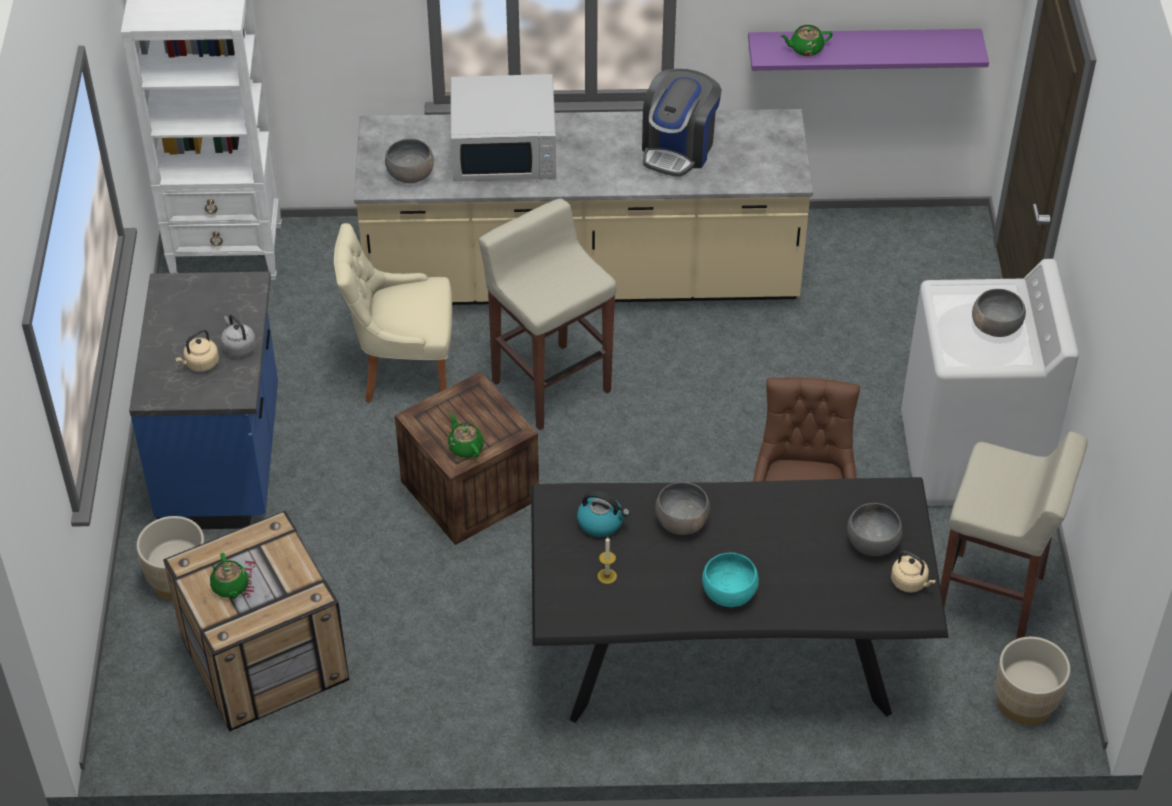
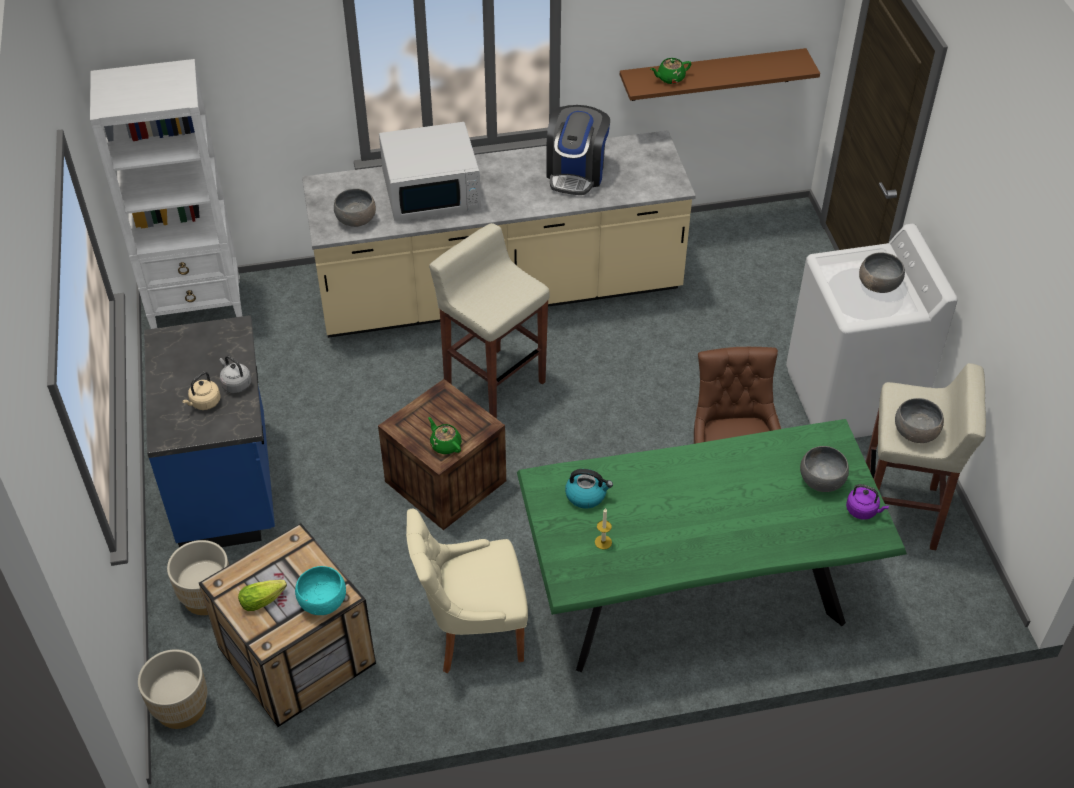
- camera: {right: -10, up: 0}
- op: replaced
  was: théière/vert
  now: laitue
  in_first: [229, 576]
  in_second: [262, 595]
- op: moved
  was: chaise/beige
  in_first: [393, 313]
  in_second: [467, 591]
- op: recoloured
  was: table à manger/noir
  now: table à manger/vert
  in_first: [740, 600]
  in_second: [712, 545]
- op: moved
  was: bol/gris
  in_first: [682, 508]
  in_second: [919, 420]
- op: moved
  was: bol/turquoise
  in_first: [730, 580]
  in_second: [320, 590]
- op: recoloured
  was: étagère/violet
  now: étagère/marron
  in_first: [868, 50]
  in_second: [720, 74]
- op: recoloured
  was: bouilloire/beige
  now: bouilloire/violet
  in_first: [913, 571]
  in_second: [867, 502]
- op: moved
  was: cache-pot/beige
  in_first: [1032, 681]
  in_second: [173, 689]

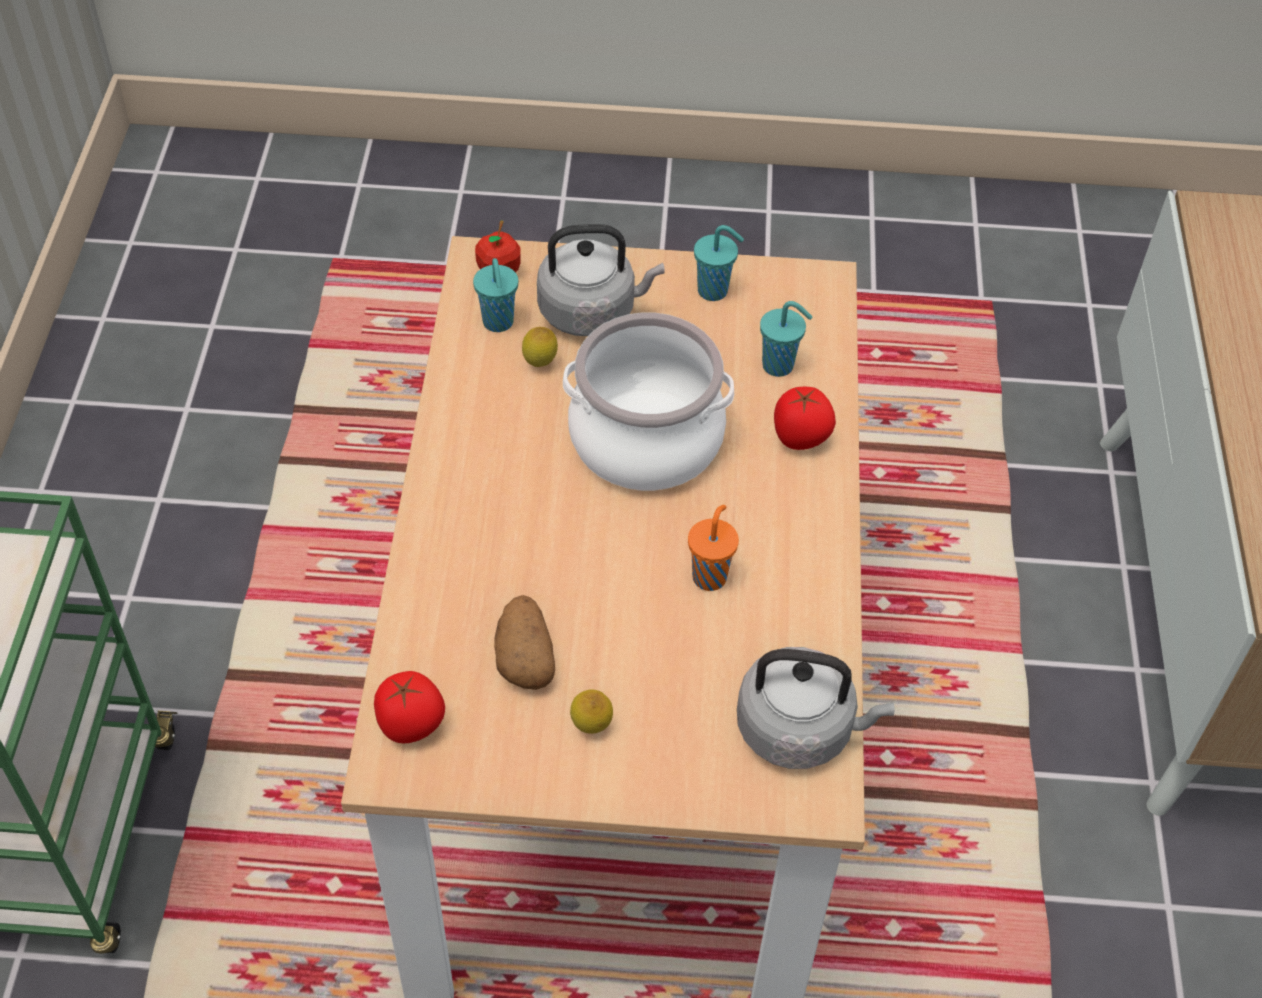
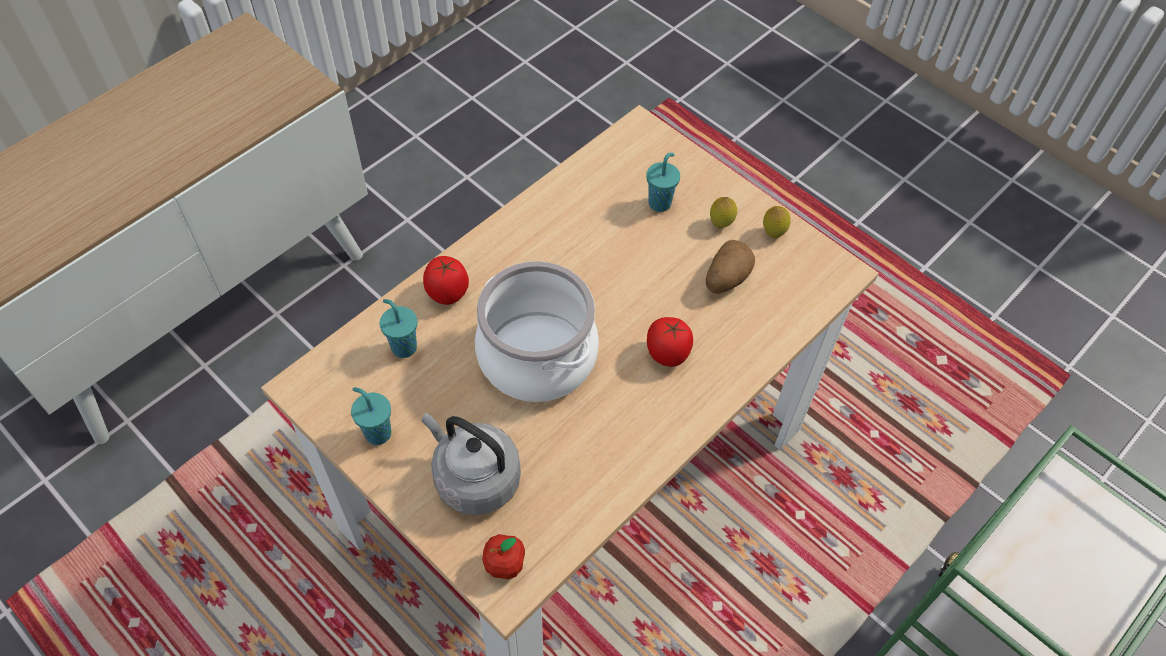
- camera: {right: -140, up: 5}
- op: moved
  was: tomate
  in_first: [409, 707]
  in_second: [670, 342]
- op: moved
  was: tasse/turquoise
  in_first: [495, 295]
  in_second: [663, 182]
- op: moved
  was: citron
  in_first: [540, 347]
  in_second: [777, 222]
- op: removed
  was: tasse/orange
  in_first: [713, 548]
- op: removed
  was: bouilloire/gris
  in_first: [816, 708]

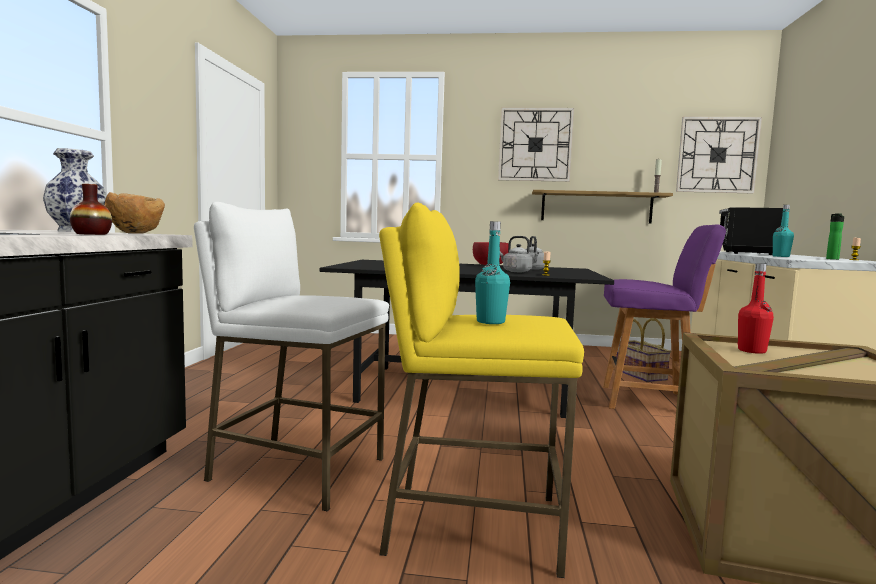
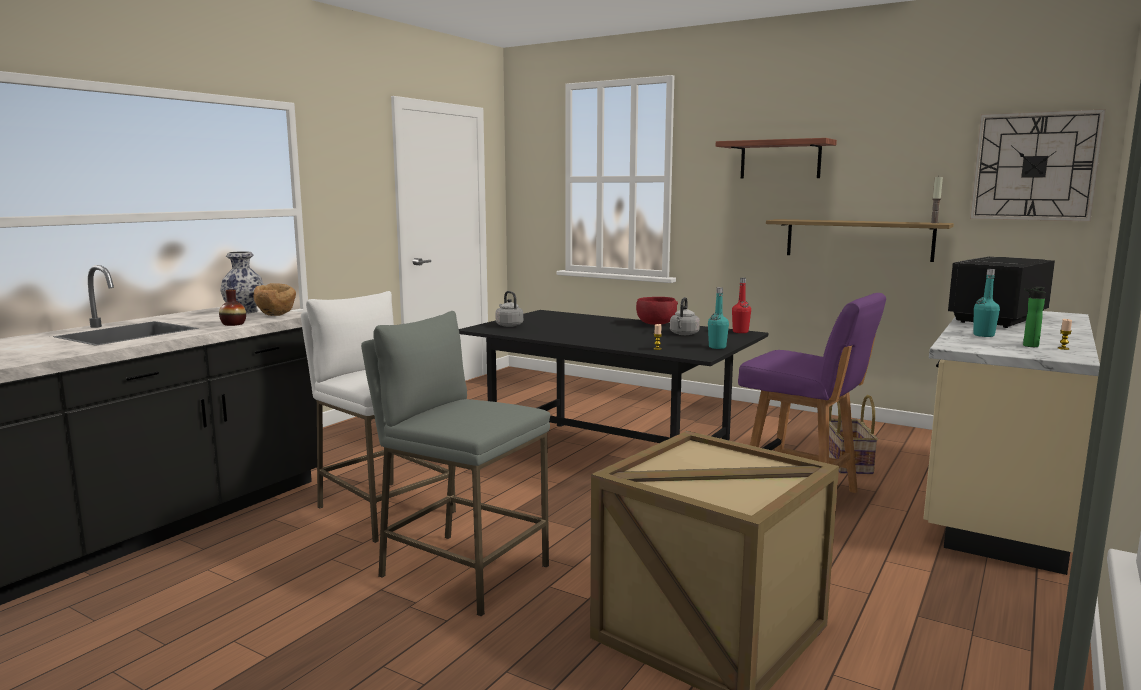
- camera: {right: 25, up: 5}
- op: recoloured
  was: tabouret/jaune
  now: tabouret/gris
  in_first: [481, 390]
  in_second: [455, 463]
- op: moved
  was: bouteille/turquoise
  in_first: [492, 272]
  in_second: [718, 318]
- op: replaced
  was: horloge murale
  now: étagère
  in_first: [536, 145]
  in_second: [776, 158]
- op: moved
  was: bouilloire/gris
  in_first: [516, 254]
  in_second: [509, 309]
- op: moved
  was: bouteille/rouge
  in_first: [756, 308]
  in_second: [741, 305]

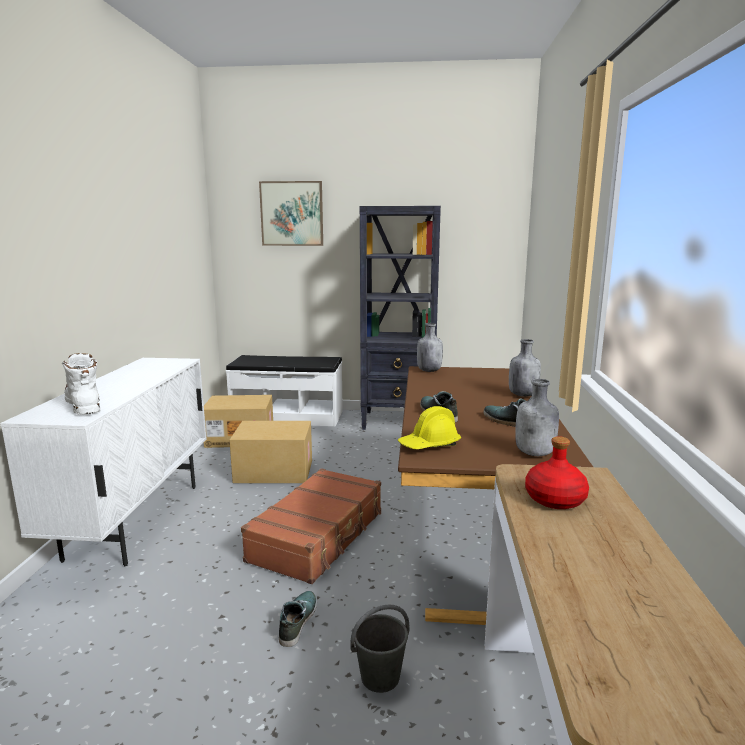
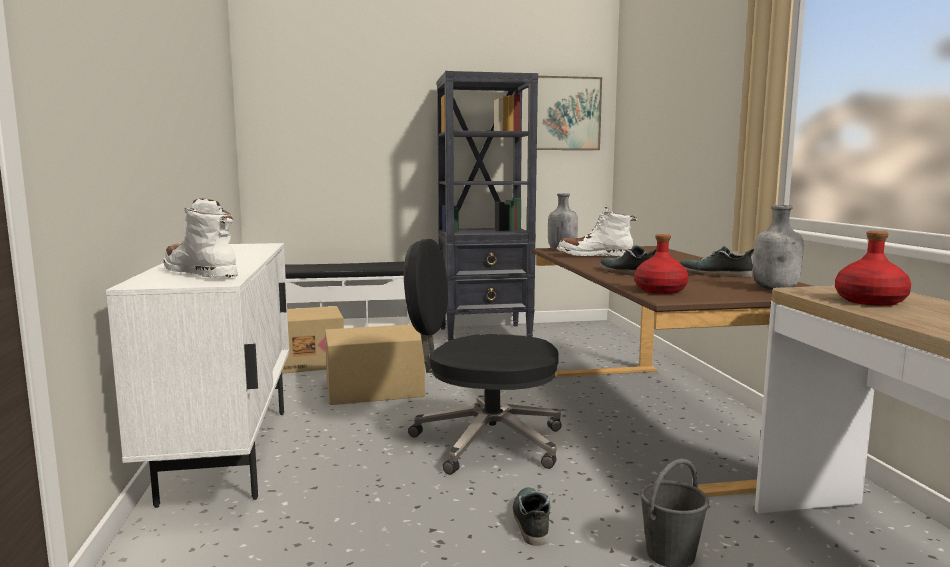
- camera: {right: -15, up: -5}
- op: replaced
  was: valise/marron
  now: chaise de bureau/noir
  in_first: [311, 526]
  in_second: [483, 357]
- op: moved
  was: tableau
  in_first: [291, 213]
  in_second: [569, 113]
- op: replaced
  was: casque de chantier/jaune
  now: bouteille/rouge
  in_first: [429, 427]
  in_second: [661, 264]
- op: removed
  was: bouteille/gris
  in_first: [525, 368]
- op: added
  now: botte/blanc
  in_second: [597, 231]

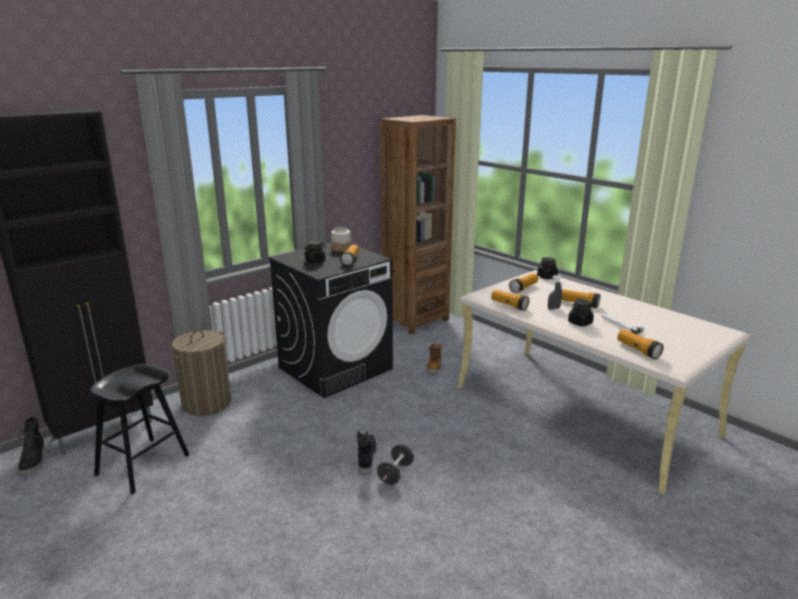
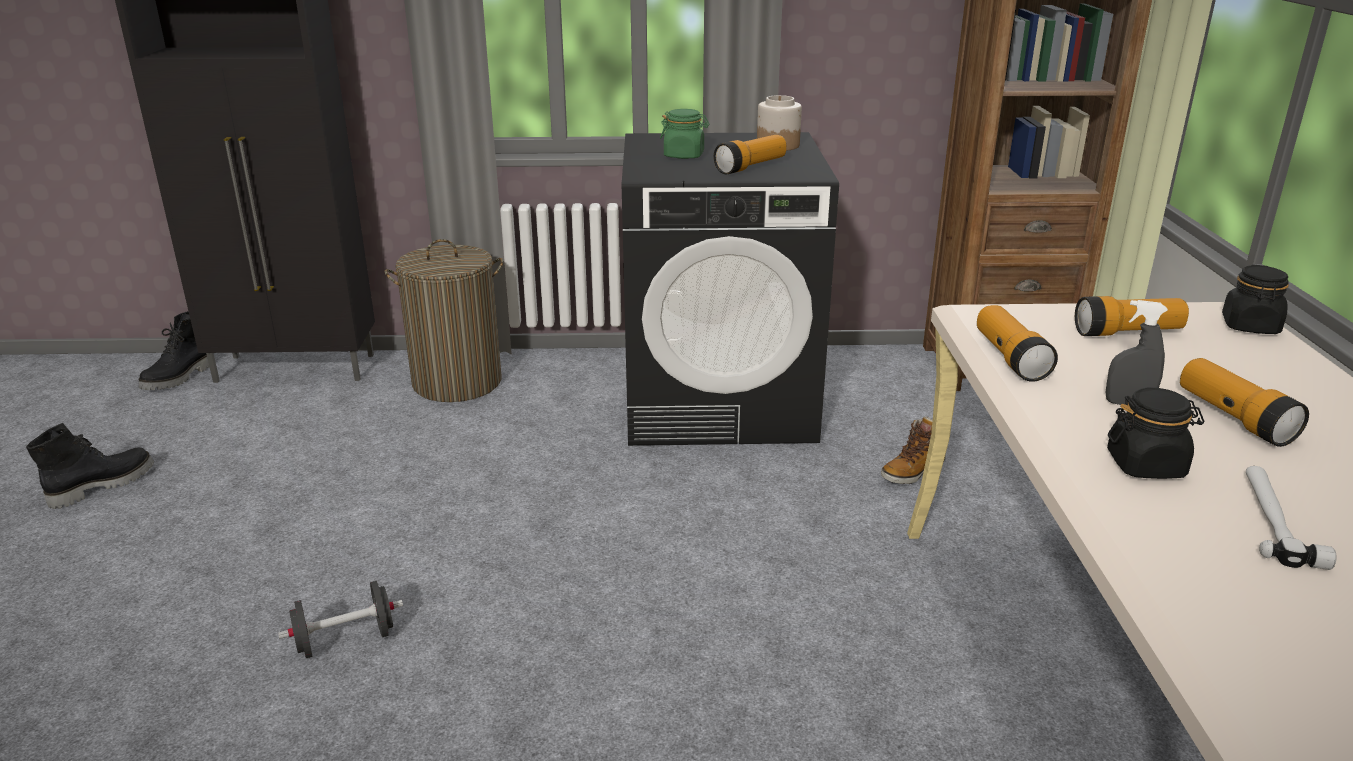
- camera: {right: 40, up: 5}
- op: removed
  was: tabouret/noir
  in_first: [139, 429]
- op: recoloured
  was: bocal/noir
  now: bocal/vert
  in_first: [315, 252]
  in_second: [684, 134]
- op: moved
  was: botte/noir
  in_first: [366, 453]
  in_second: [90, 466]
- op: moved
  was: haltère/noir
  in_first: [395, 464]
  in_second: [340, 619]
- op: removed
  was: lampe de poche
  in_first: [640, 344]

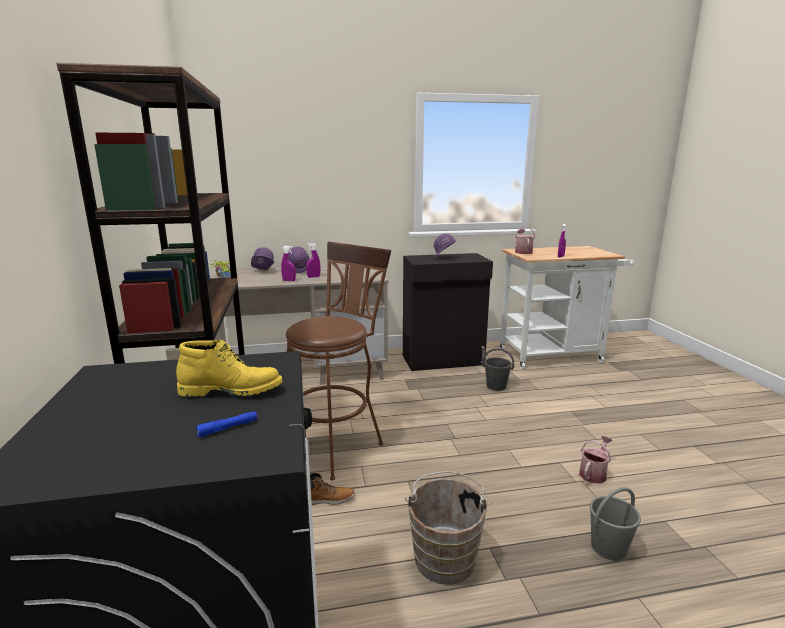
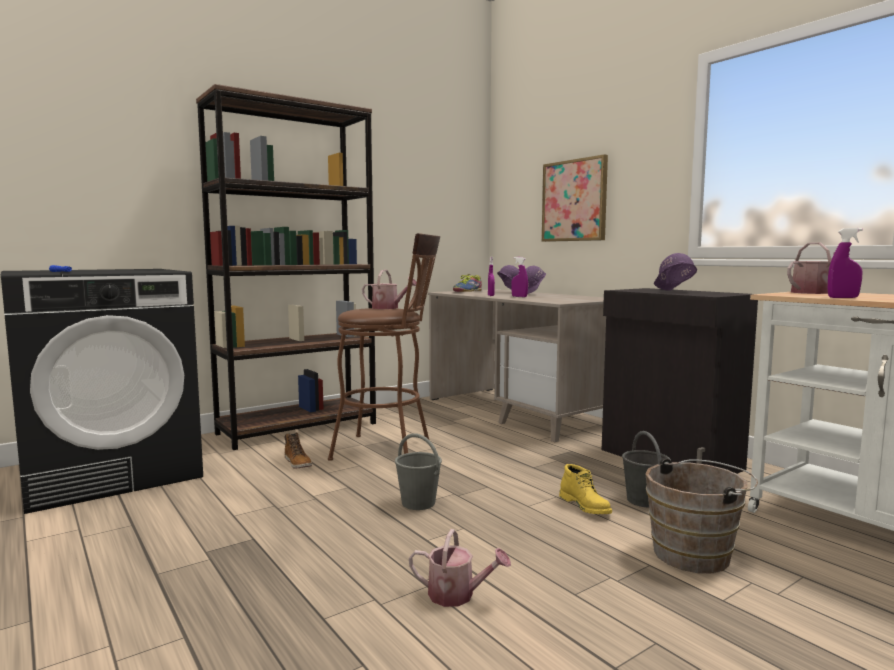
- camera: {right: 65, up: -10}
- op: moved
  was: botte/jaune
  in_first: [229, 368]
  in_second: [585, 489]
- op: moved
  was: seau/marron
  in_first: [448, 528]
  in_second: [701, 515]
- op: moved
  was: seau/gris
  in_first: [615, 524]
  in_second: [418, 471]
- op: added
  now: arrosoir
  in_second: [389, 289]
- op: added
  now: tableau
  in_second: [574, 198]

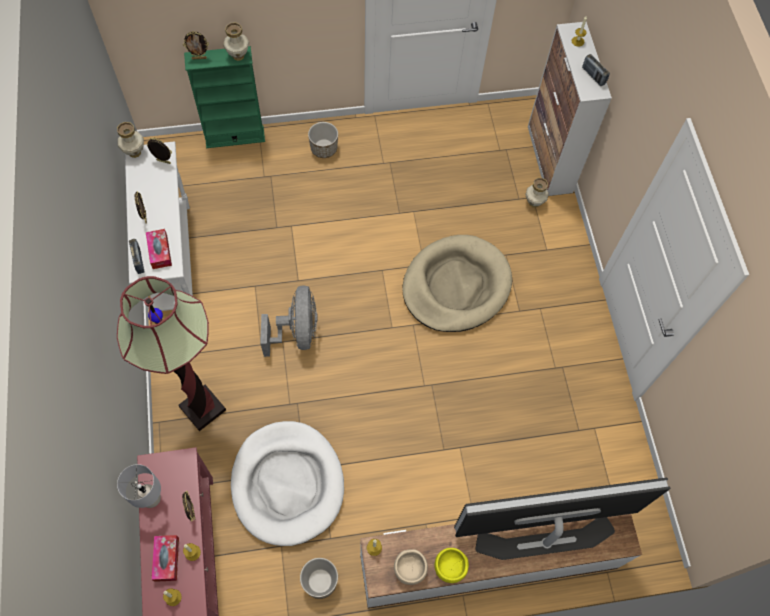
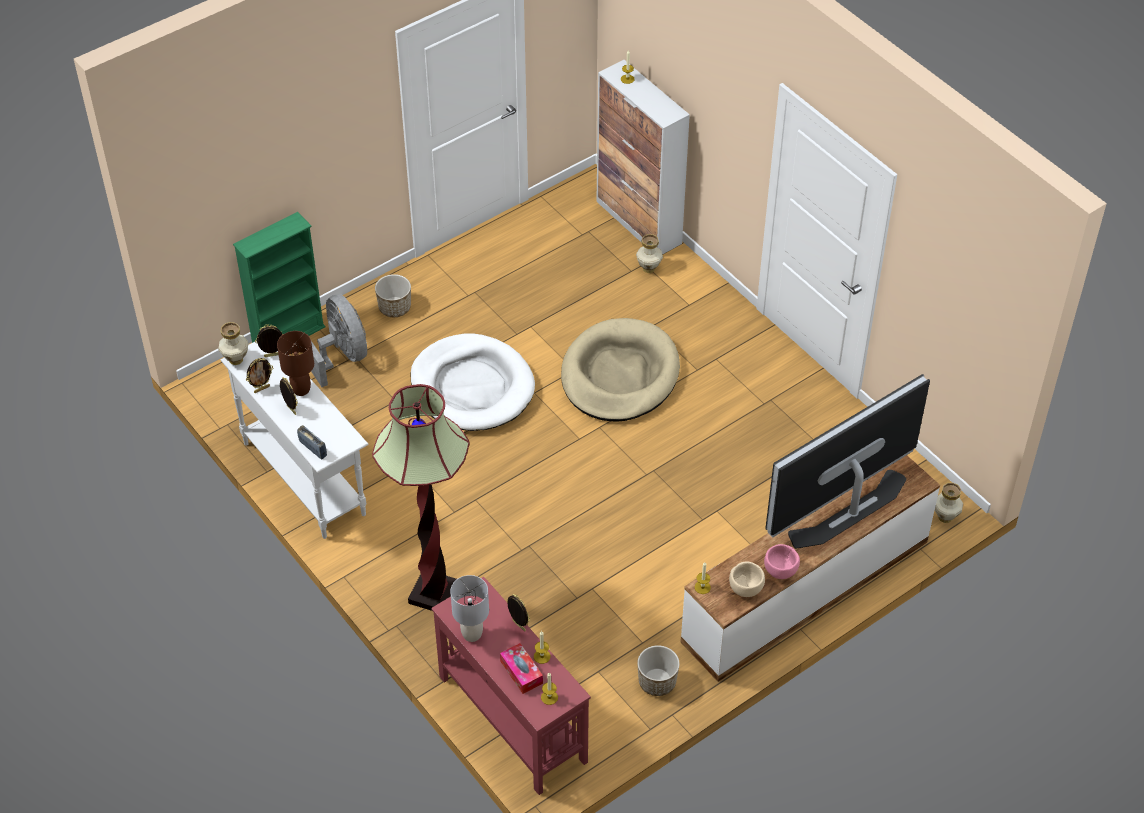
- camera: {right: -25, up: -15}
- op: removed
  was: boîte à mouchoirs
  in_first: [159, 249]
- op: moved
  was: cadre photo
  in_first: [196, 45]
  in_second: [259, 375]
- op: moved
  was: vase
  in_first: [236, 41]
  in_second: [949, 503]
- op: moved
  was: panier pour chien/blanc
  in_first: [287, 483]
  in_second: [473, 382]
- op: moved
  was: ventilateur/gris
  in_first: [289, 321]
  in_second: [339, 340]
- op: recoloured
  was: bol/jaune
  now: bol/rose
  in_first: [452, 565]
  in_second: [782, 561]
- op: removed
  was: radio
  in_first: [596, 70]
- op: added
  now: lampe de table/marron
  in_second: [295, 363]

